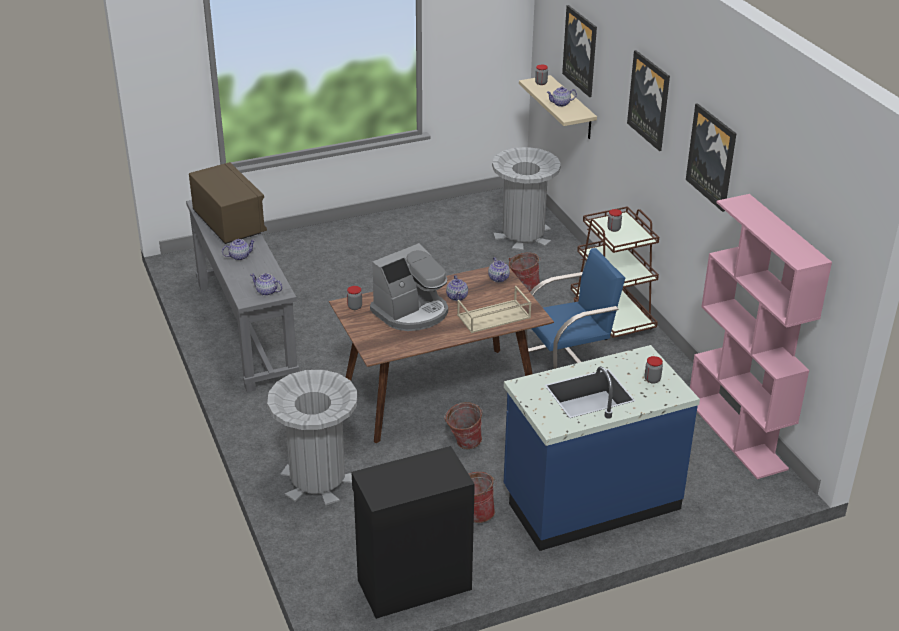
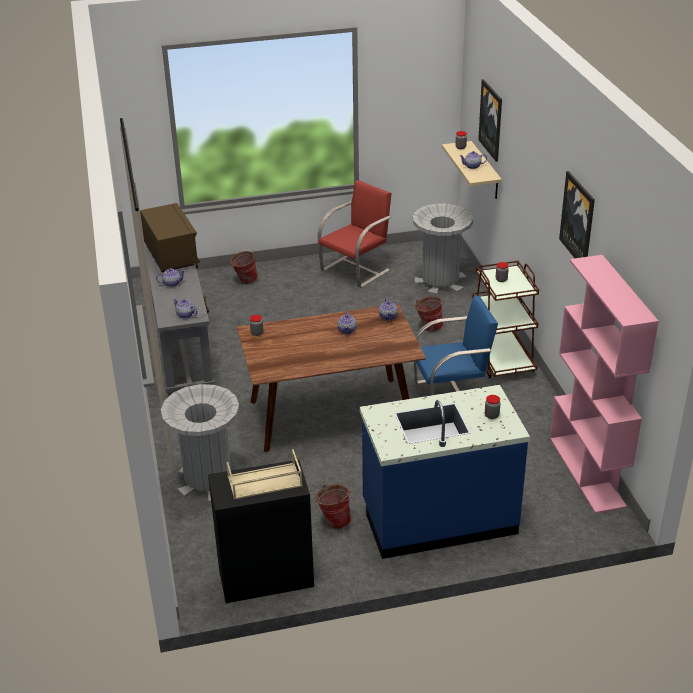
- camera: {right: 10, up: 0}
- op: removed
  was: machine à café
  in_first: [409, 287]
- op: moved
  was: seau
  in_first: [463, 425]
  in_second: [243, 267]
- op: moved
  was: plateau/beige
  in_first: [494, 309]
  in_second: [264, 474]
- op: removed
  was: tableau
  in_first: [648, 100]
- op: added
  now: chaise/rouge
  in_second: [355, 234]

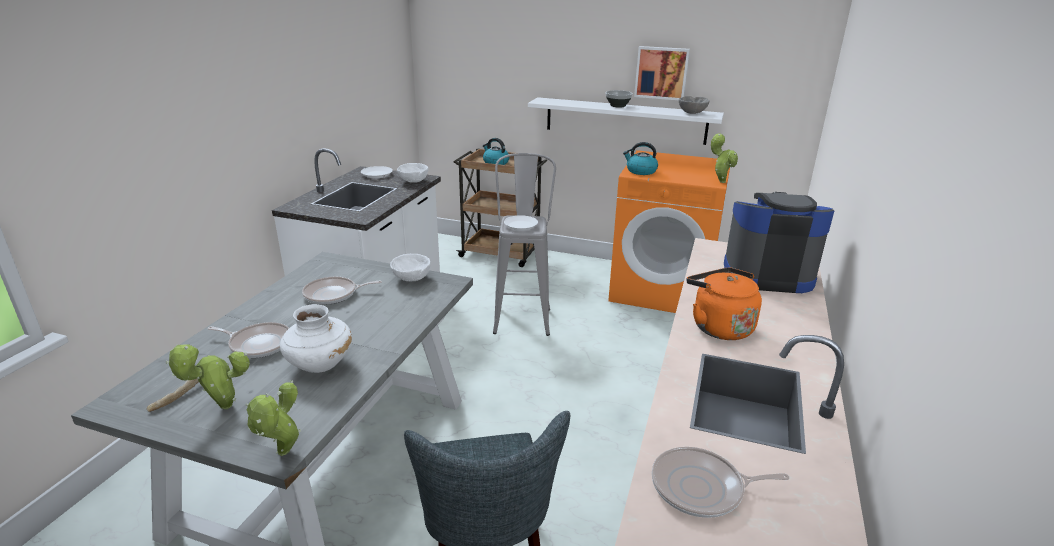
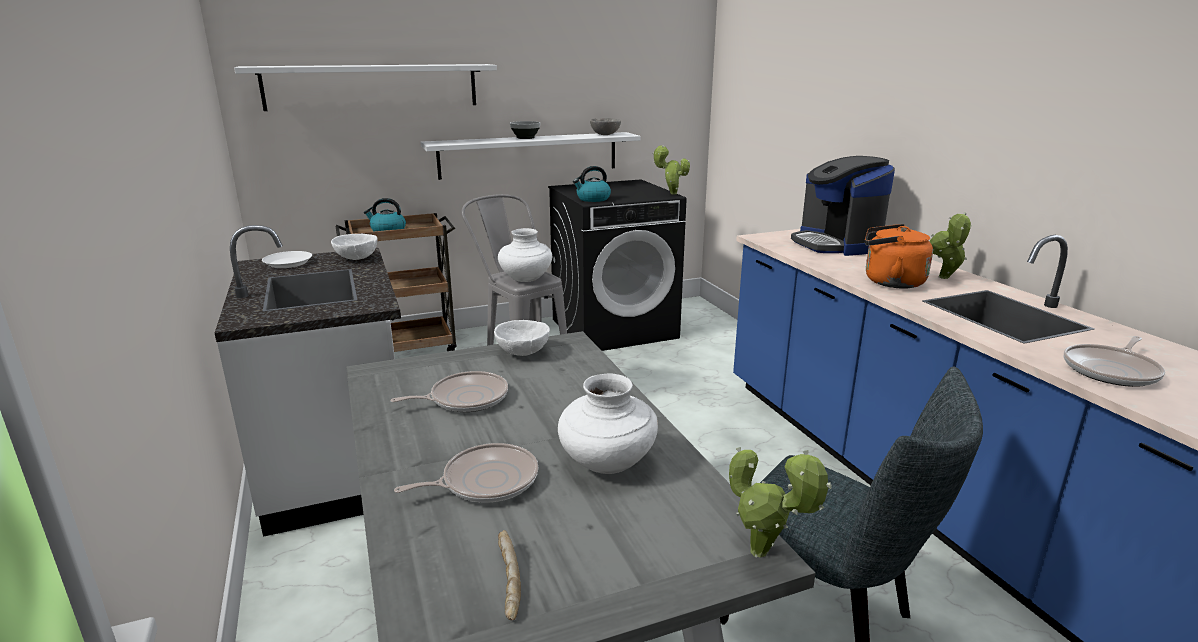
- camera: {right: -40, up: -5}
- op: moved
  was: plante en pot
  in_first: [208, 376]
  in_second: [951, 245]
- op: turned
  was: poêle
  in_first: [342, 291]
  in_second: [449, 391]
  clockwise: -150
- op: replaced
  was: assiette/blanc
  now: vase/blanc
  in_first: [521, 223]
  in_second: [525, 255]
- op: recoloured
  was: lave-linge/orange
  now: lave-linge/noir
  in_first: [669, 231]
  in_second: [617, 265]
- op: removed
  was: tableau
  in_first: [662, 73]
- op: turned
  was: machine à café
  in_first: [779, 242]
  in_second: [843, 206]
  clockwise: -75
- op: added
  now: étagère/blanc
  in_second: [365, 87]

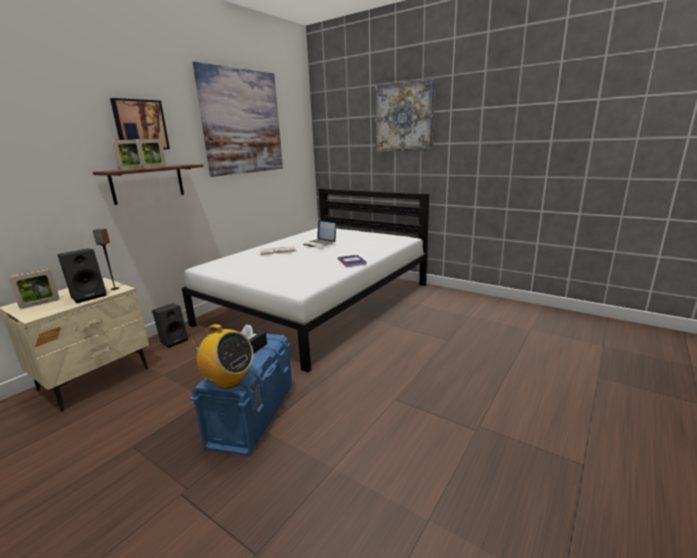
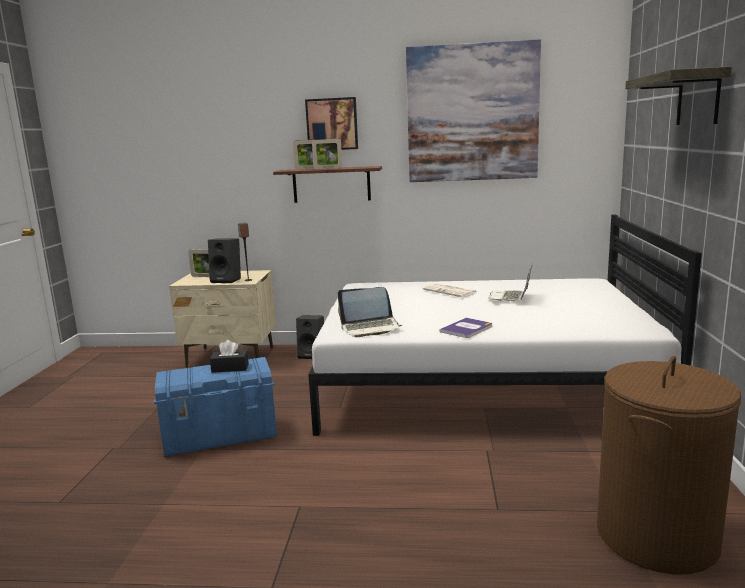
- camera: {right: 60, up: -5}
- op: removed
  was: radio
  in_first: [221, 356]
- op: replaced
  was: tableau
  now: étagère
  in_first: [405, 115]
  in_second: [678, 95]
- op: added
  now: ordinateur portable
  in_second: [370, 312]
- op: added
  now: panier à linge/marron
  in_second: [669, 465]

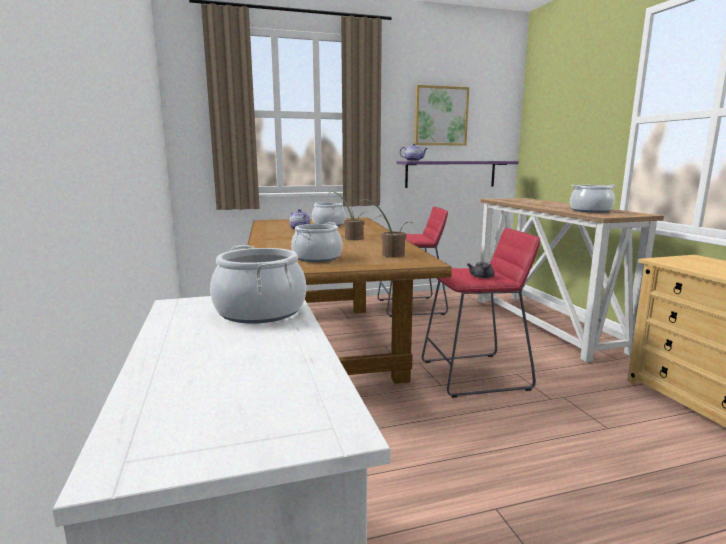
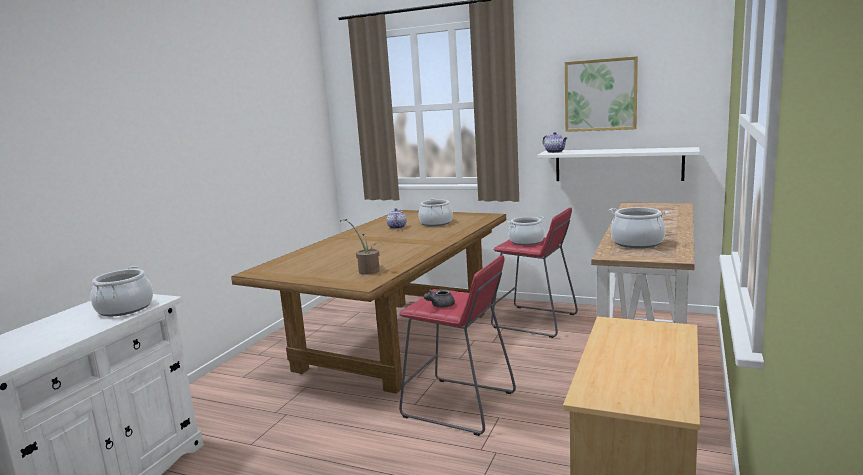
- camera: {right: 40, up: 0}
- op: moved
  was: marmite
  in_first: [316, 242]
  in_second: [526, 230]
- op: removed
  was: plante en pot
  in_first: [346, 215]
- op: recoloured
  was: étagère/violet
  now: étagère/blanc
  in_first: [458, 174]
  in_second: [618, 164]

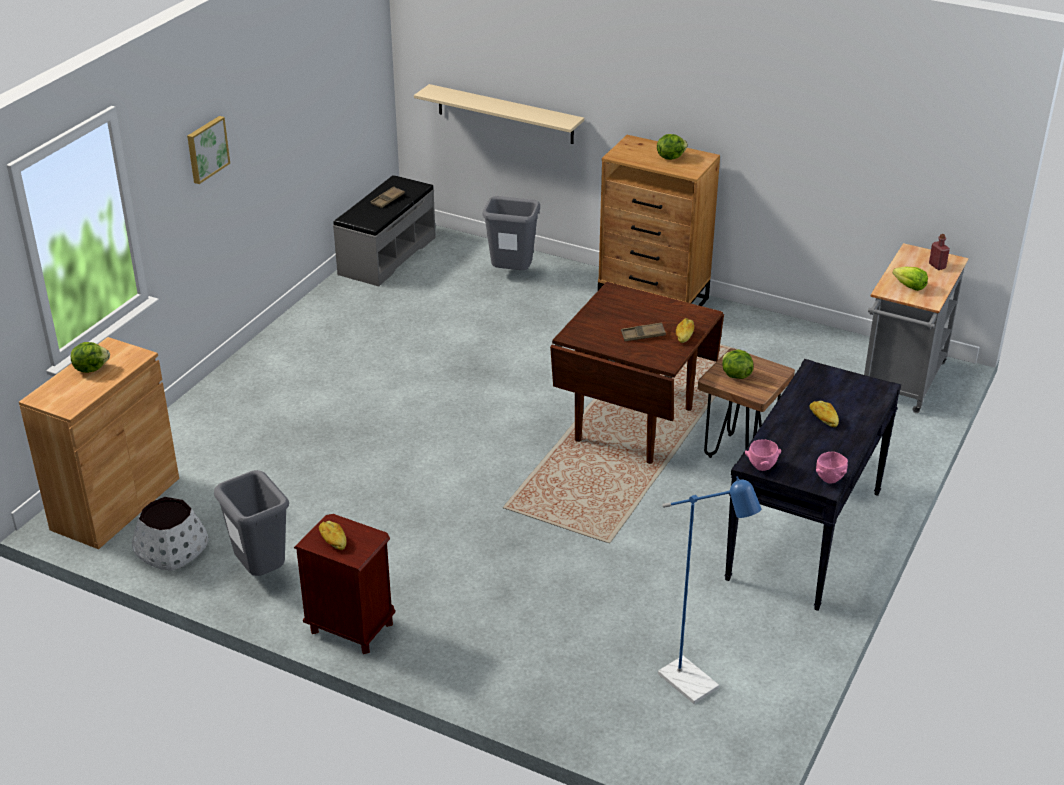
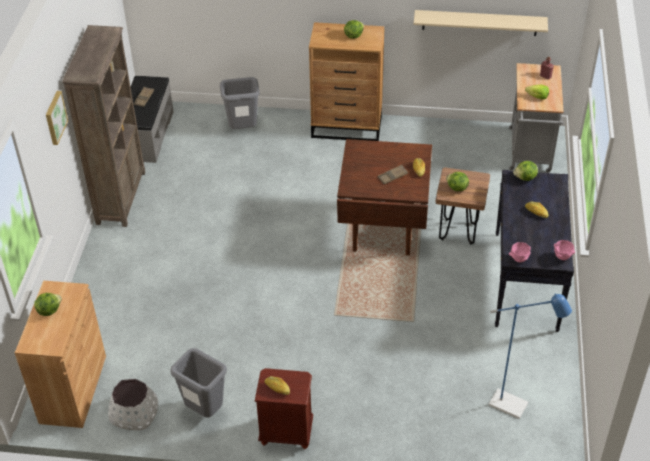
- camera: {right: -20, up: 10}
- op: moved
  was: étagère/beige
  in_first: [499, 114]
  in_second: [480, 23]
- op: added
  now: bibliothèque/marron
  in_second: [103, 126]
- op: added
  now: laitue
  in_second: [525, 171]

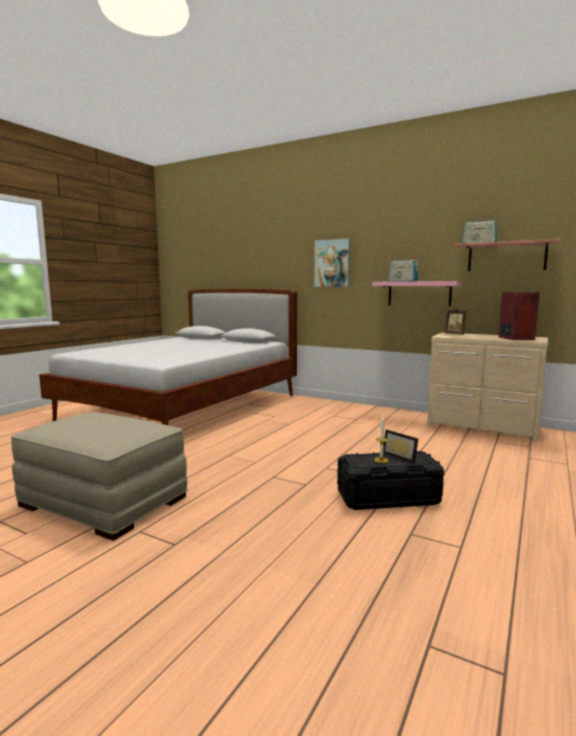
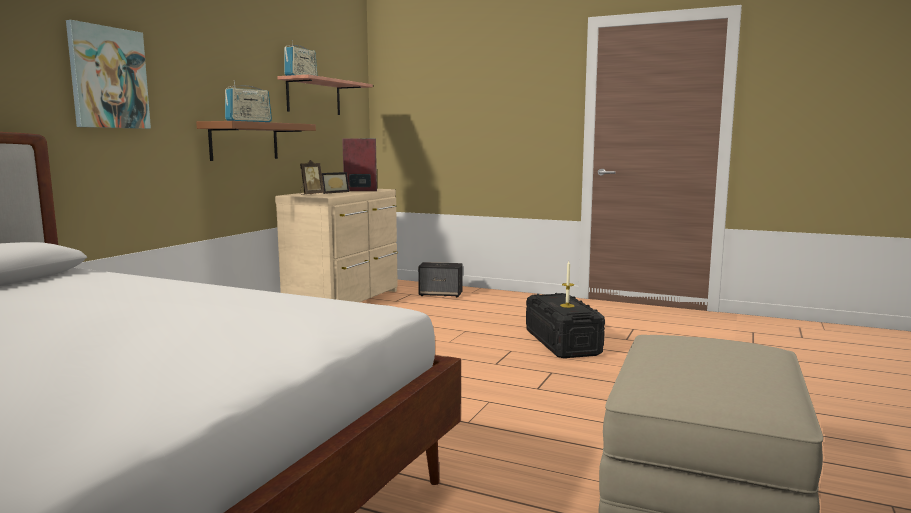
- camera: {right: -95, up: 0}
- op: recoloured
  was: étagère/rose
  now: étagère/marron
  in_first: [417, 293]
  in_second: [256, 141]
- op: moved
  was: cadre photo
  in_first: [400, 446]
  in_second: [336, 183]
- op: added
  now: enceinte
  in_second: [440, 279]

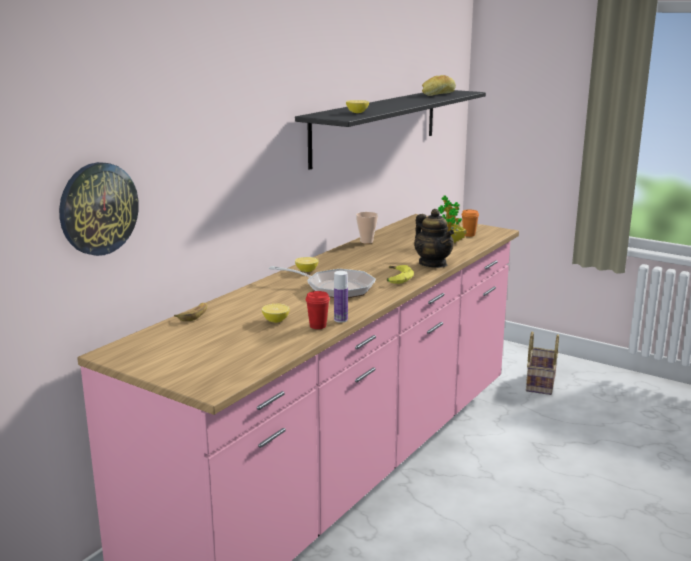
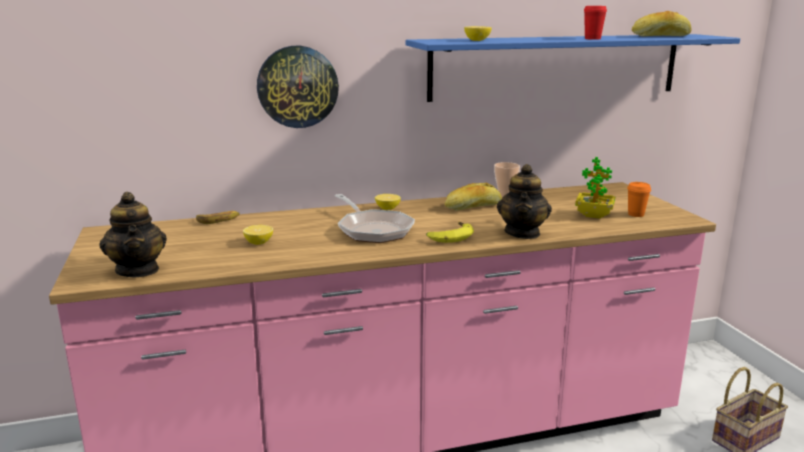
- camera: {right: 40, up: 0}
- op: moved
  was: horloge murale
  in_first: [99, 209]
  in_second: [298, 87]
- op: recoloured
  was: étagère/noir
  now: étagère/bleu
  in_first: [390, 130]
  in_second: [573, 68]
- op: moved
  was: tasse/rouge
  in_first: [318, 310]
  in_second: [595, 23]
- op: removed
  was: bouteille
  in_first: [341, 297]
- op: added
  now: théière
  in_second: [133, 234]
- op: added
  now: pain
  in_second: [473, 197]

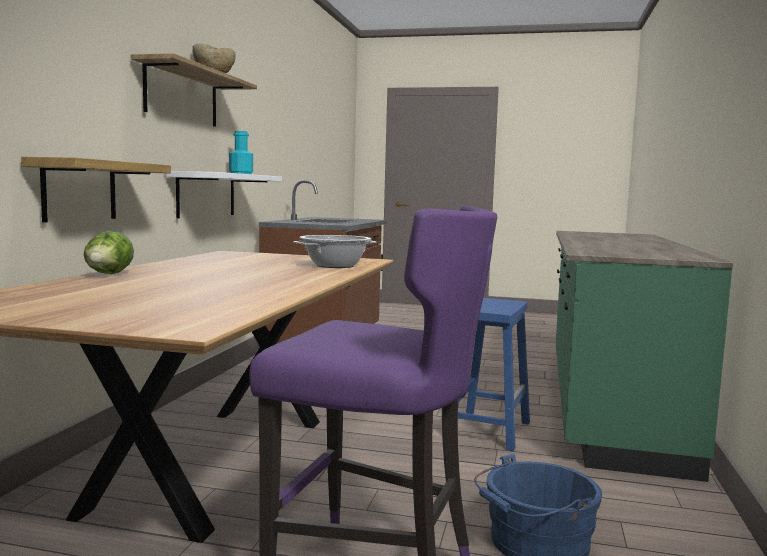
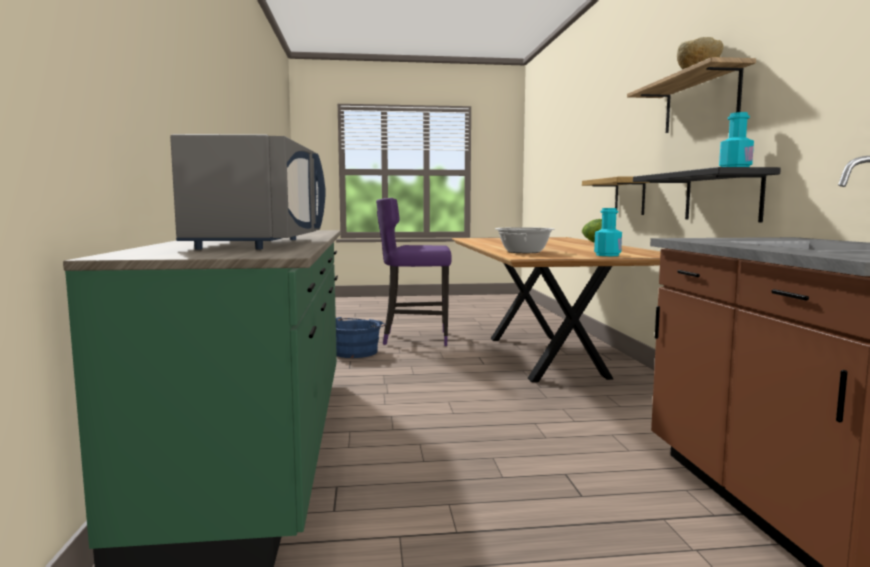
- camera: {right: 160, up: 0}
- op: recoloured
  was: étagère/blanc
  now: étagère/noir
  in_first: [224, 195]
  in_second: [707, 194]
- op: removed
  was: tabouret/bleu
  in_first: [494, 374]
- op: added
  now: micro-ondes/gris
  in_second: [248, 192]
- op: added
  now: bouteille/turquoise
  in_second: [608, 232]

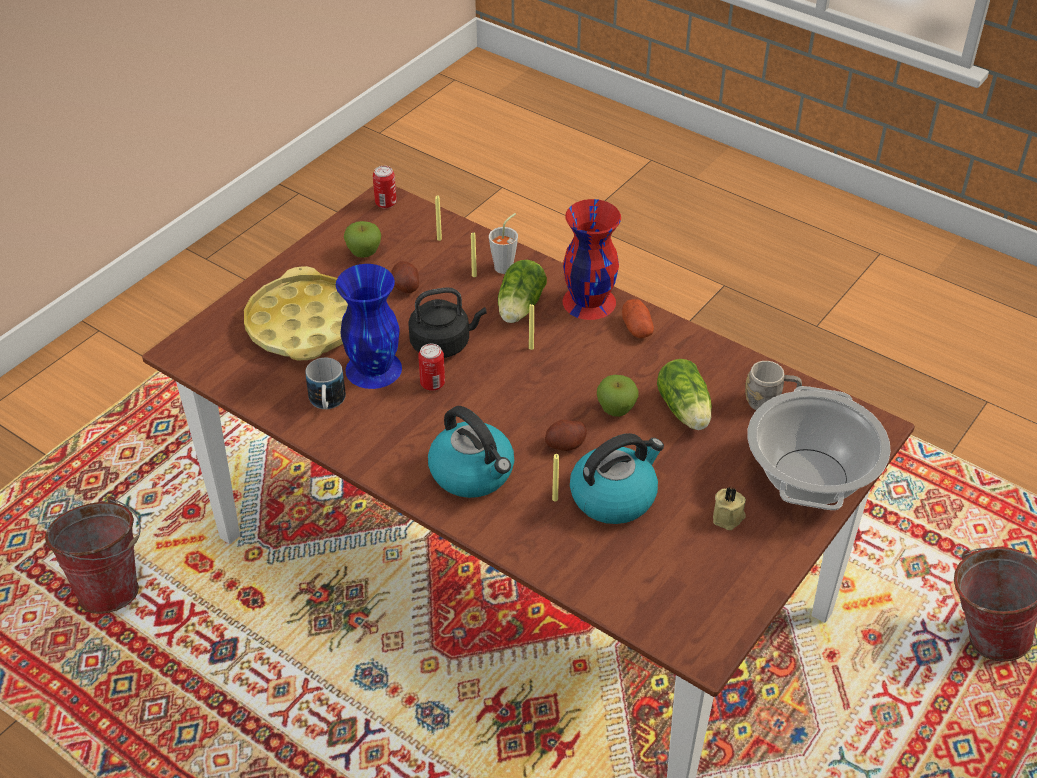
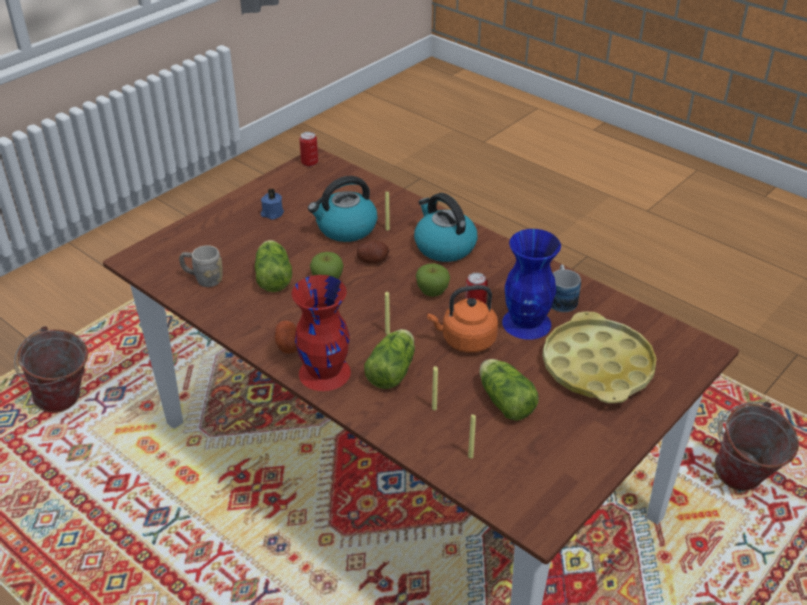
- camera: {right: -175, up: -5}
- op: moved
  was: pomme
  in_first: [362, 239]
  in_second: [433, 280]
- op: moved
  was: boîte métallique
  in_first: [385, 187]
  in_second: [308, 149]
- op: replaced
  was: pomme de terre
  now: laitue
  in_first: [405, 277]
  in_second: [509, 390]
- op: recoloured
  was: bouilloire/noir
  now: bouilloire/orange
  in_first: [447, 322]
  in_second: [462, 319]
- op: removed
  was: tasse/gris
  in_first: [503, 243]
- op: recoloured
  was: bougie/beige
  now: bougie/bleu
  in_first: [729, 508]
  in_second: [272, 204]
- op: removed
  was: marmite
  in_first: [819, 448]

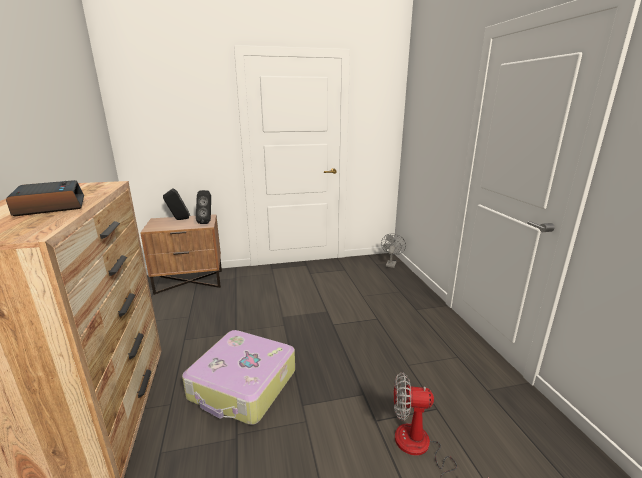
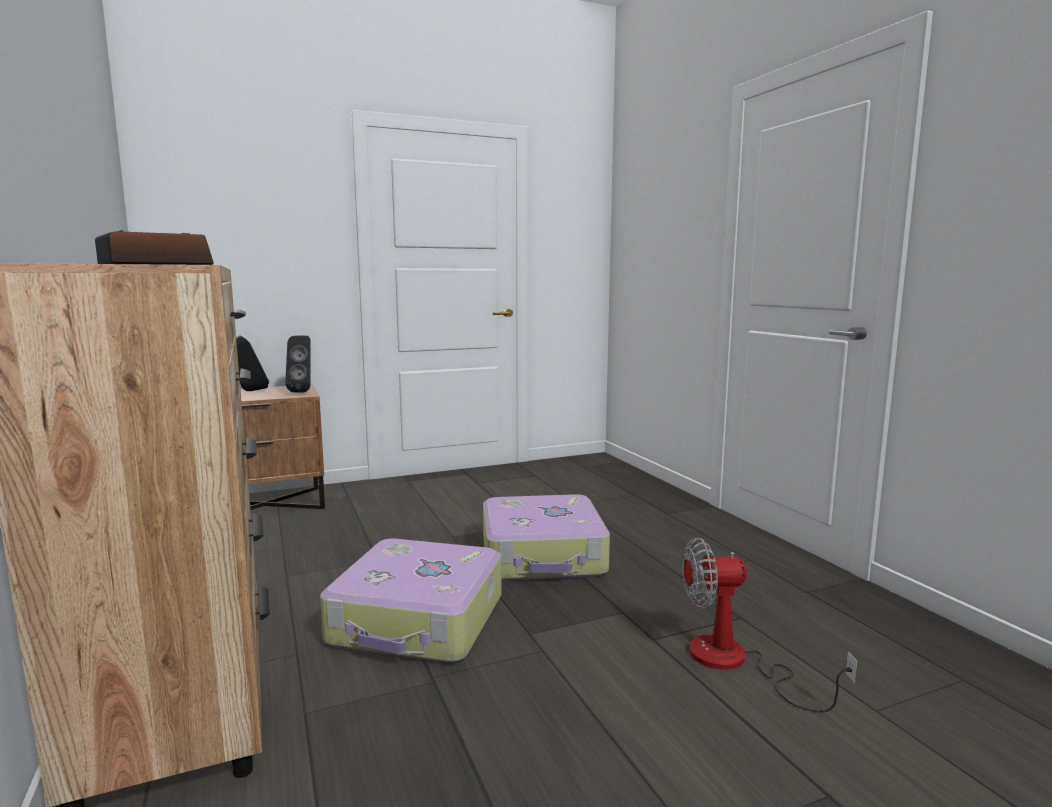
- camera: {right: -10, up: -10}
- op: removed
  was: ventilateur/gris
  in_first: [393, 250]
- op: added
  now: valise
  in_second: [546, 537]

